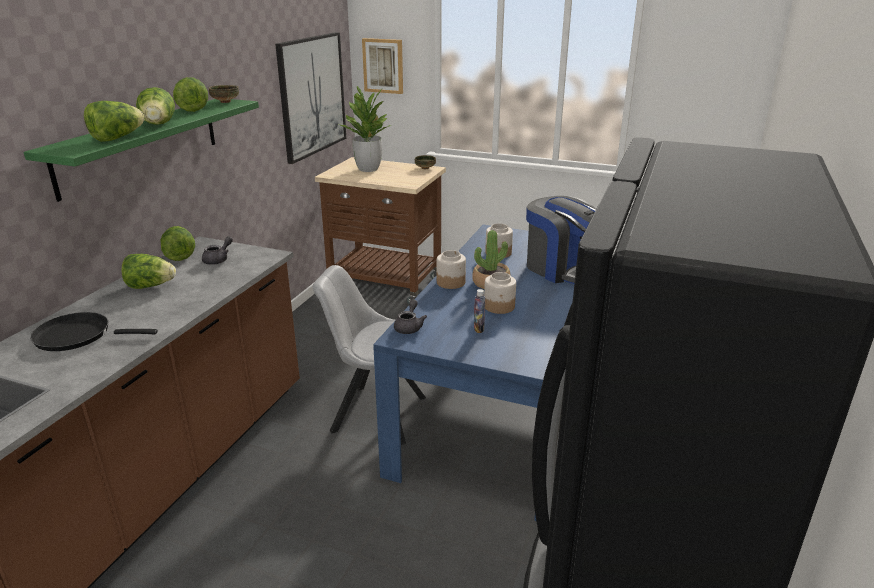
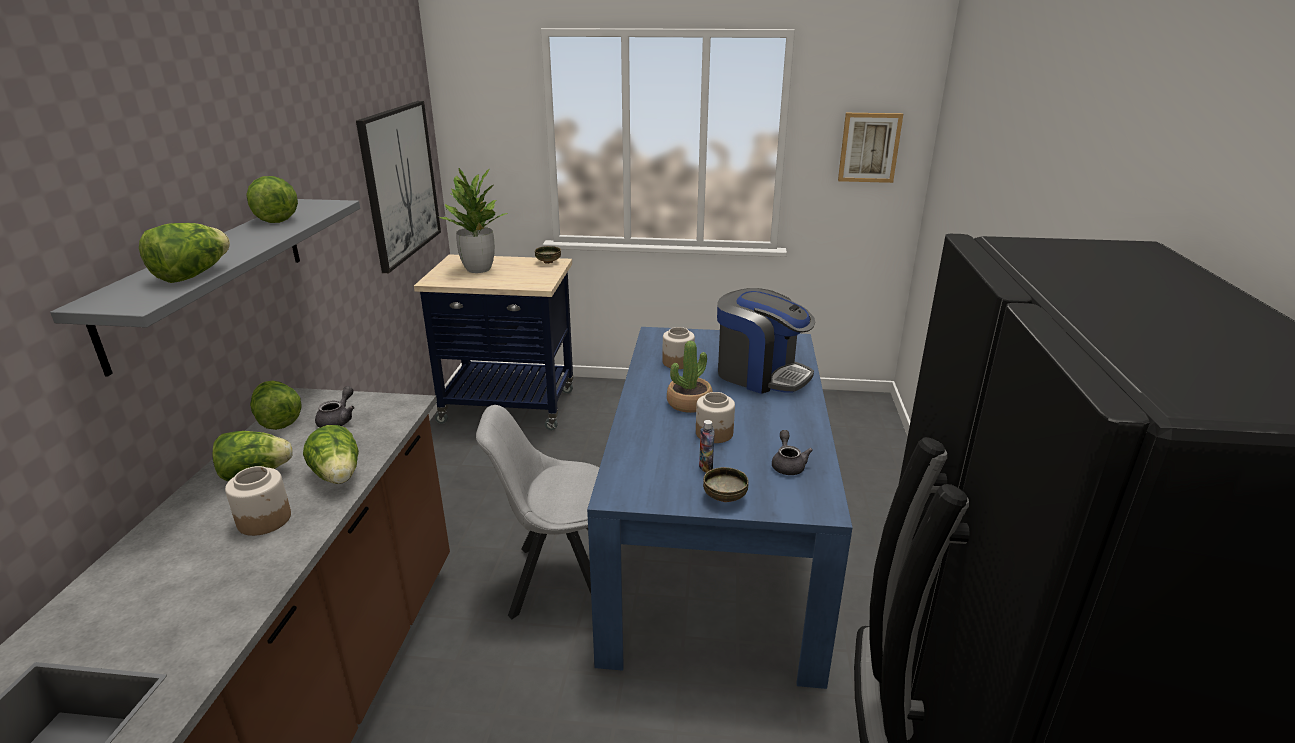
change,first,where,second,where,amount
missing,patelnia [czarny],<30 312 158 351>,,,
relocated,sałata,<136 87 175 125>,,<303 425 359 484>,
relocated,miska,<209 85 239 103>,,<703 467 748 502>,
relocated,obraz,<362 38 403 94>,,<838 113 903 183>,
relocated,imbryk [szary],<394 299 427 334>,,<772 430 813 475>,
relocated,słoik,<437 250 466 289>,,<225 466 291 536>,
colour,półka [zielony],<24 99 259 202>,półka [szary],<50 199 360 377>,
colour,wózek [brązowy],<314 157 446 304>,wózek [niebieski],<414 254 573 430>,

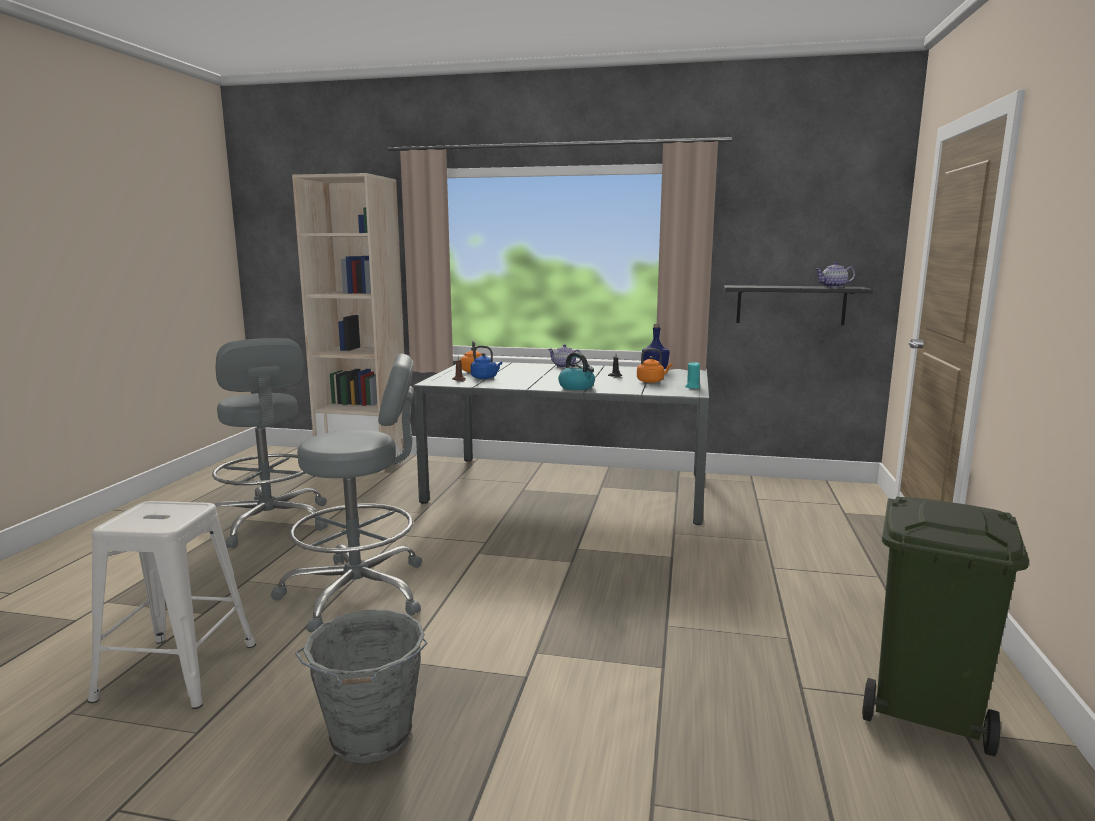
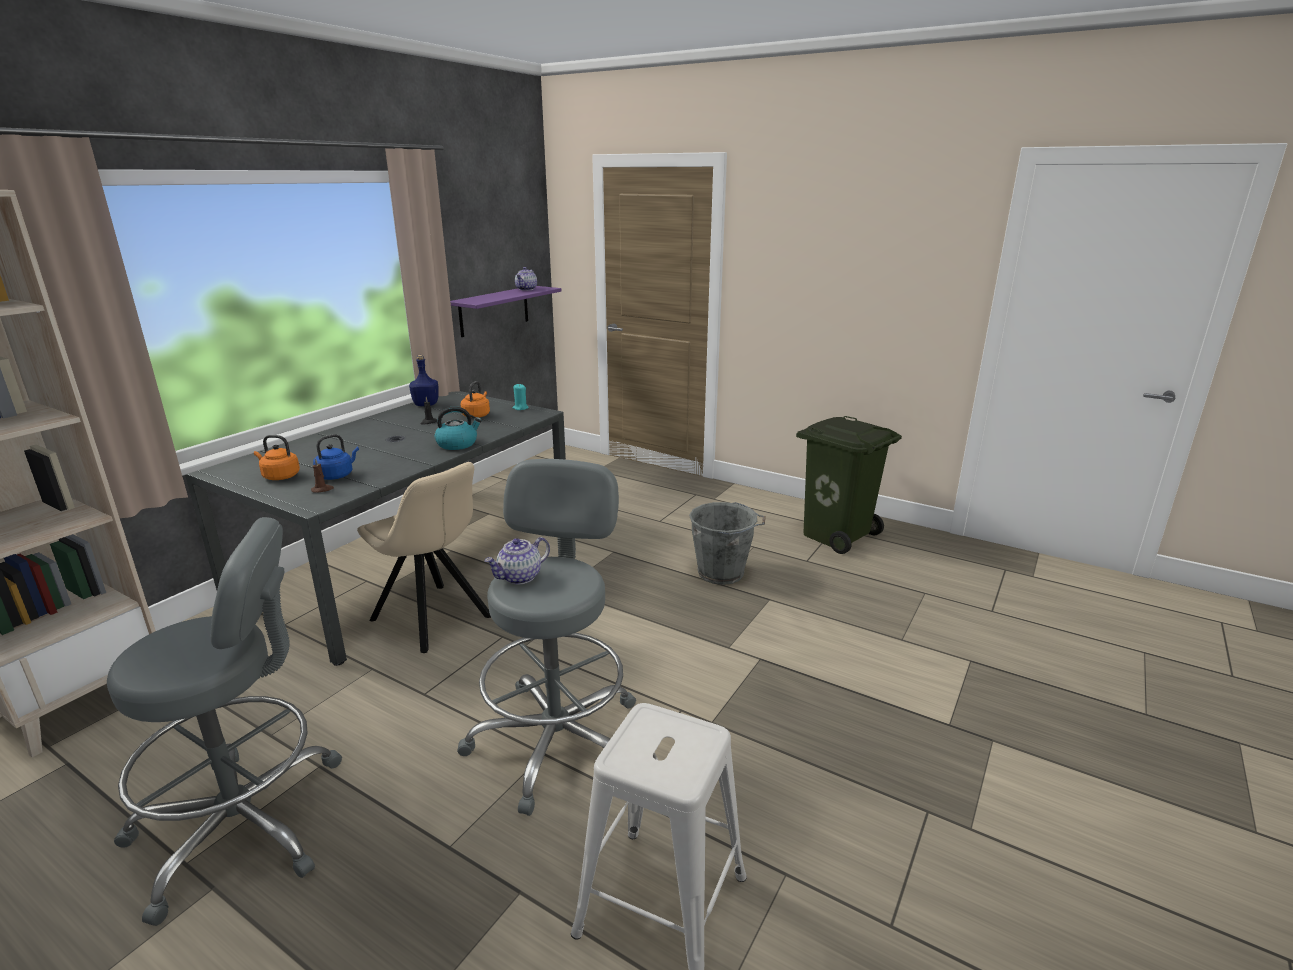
change,first,where,second,where,amount
appeared,,,krzesło [beżowy],<357 462 491 653>,
relocated,wiadro [szary],<295 609 428 763>,,<689 502 766 585>,
relocated,imbryk,<548 344 581 368>,,<484 537 550 584>,
colour,półka [czarny],<724 285 873 325>,półka [fioletowy],<450 286 561 337>,

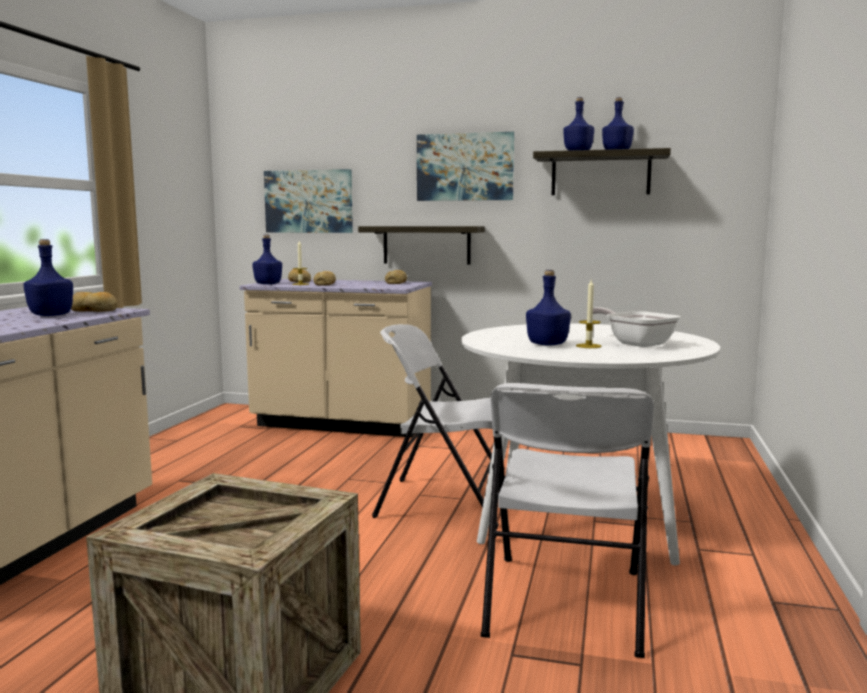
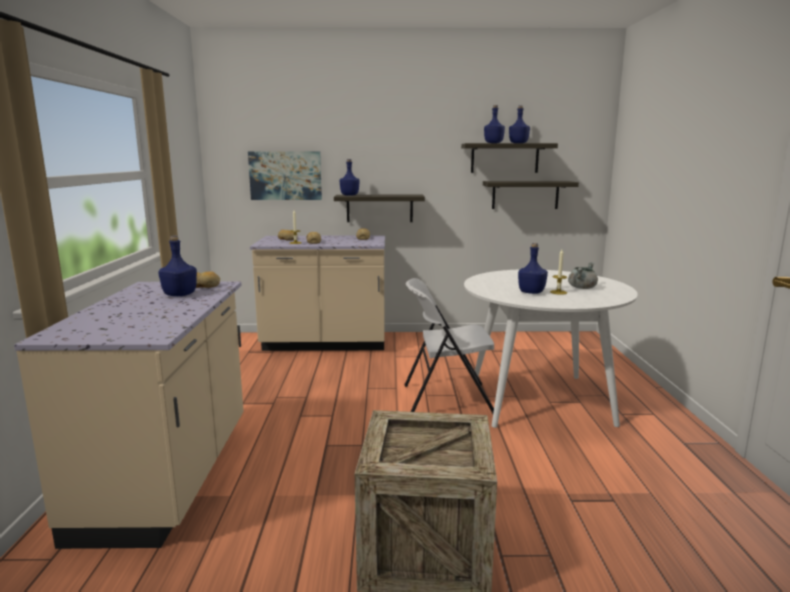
change,first,where,second,where,amount
missing,obraz,<417 132 514 201>,,,
missing,krzesło [biały],<481 383 654 658>,,,
appeared,,,półka,<483 181 579 209>,
relocated,butelka [niebieski],<252 235 282 284>,,<340 159 360 196>,
exchanged,patelnia,<593 307 680 347>,garnek [szary],<568 262 598 289>,

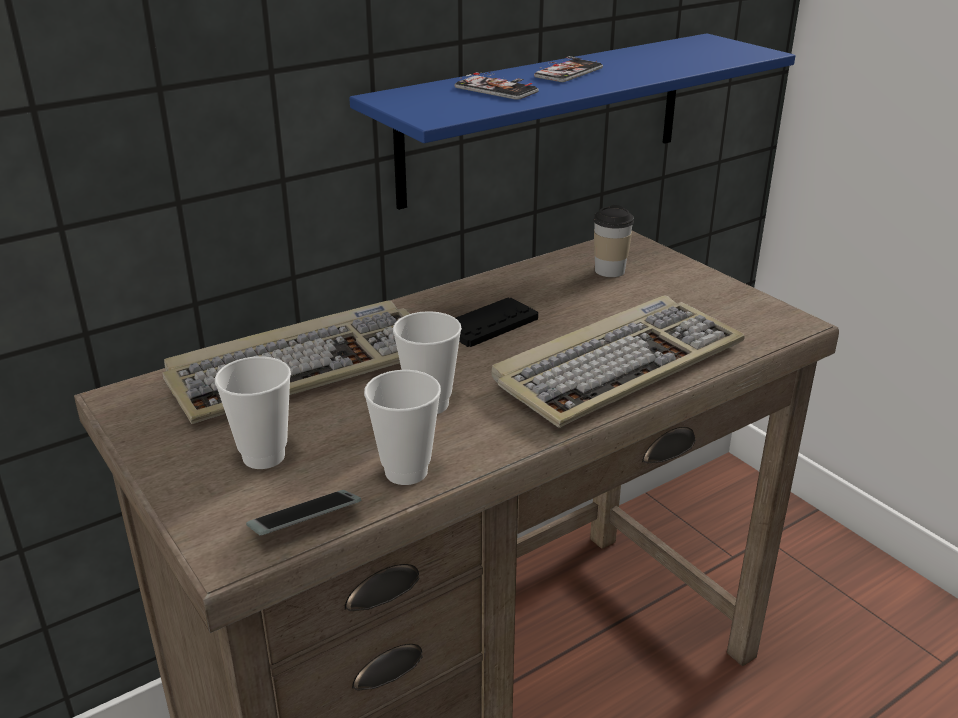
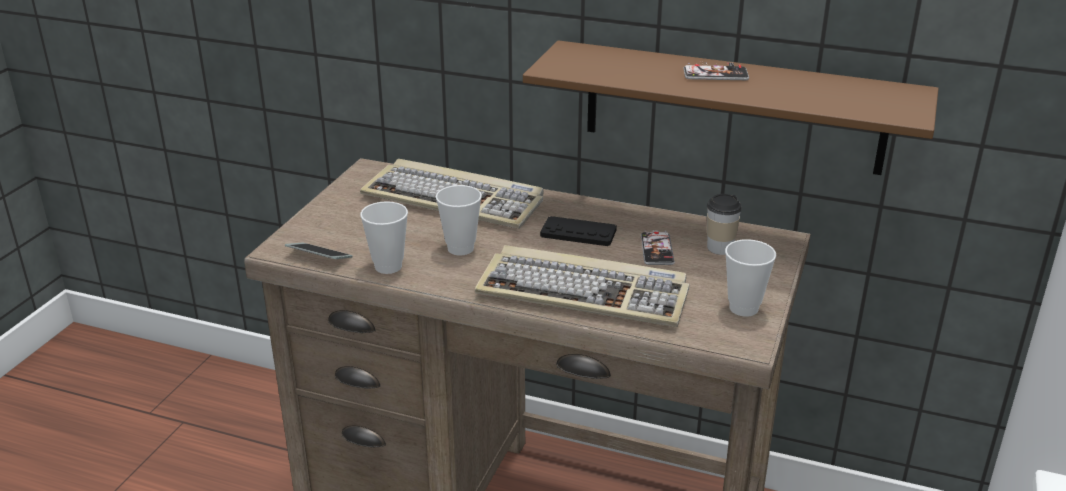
change,first,where,second,where,amount
relocated,filiżanka,<215 356 291 469>,,<725 239 776 317>,
relocated,telefon,<454 72 539 100>,,<641 230 675 265>,
colour,półka [niebieski],<349 33 795 210>,półka [brązowy],<523 40 939 175>,

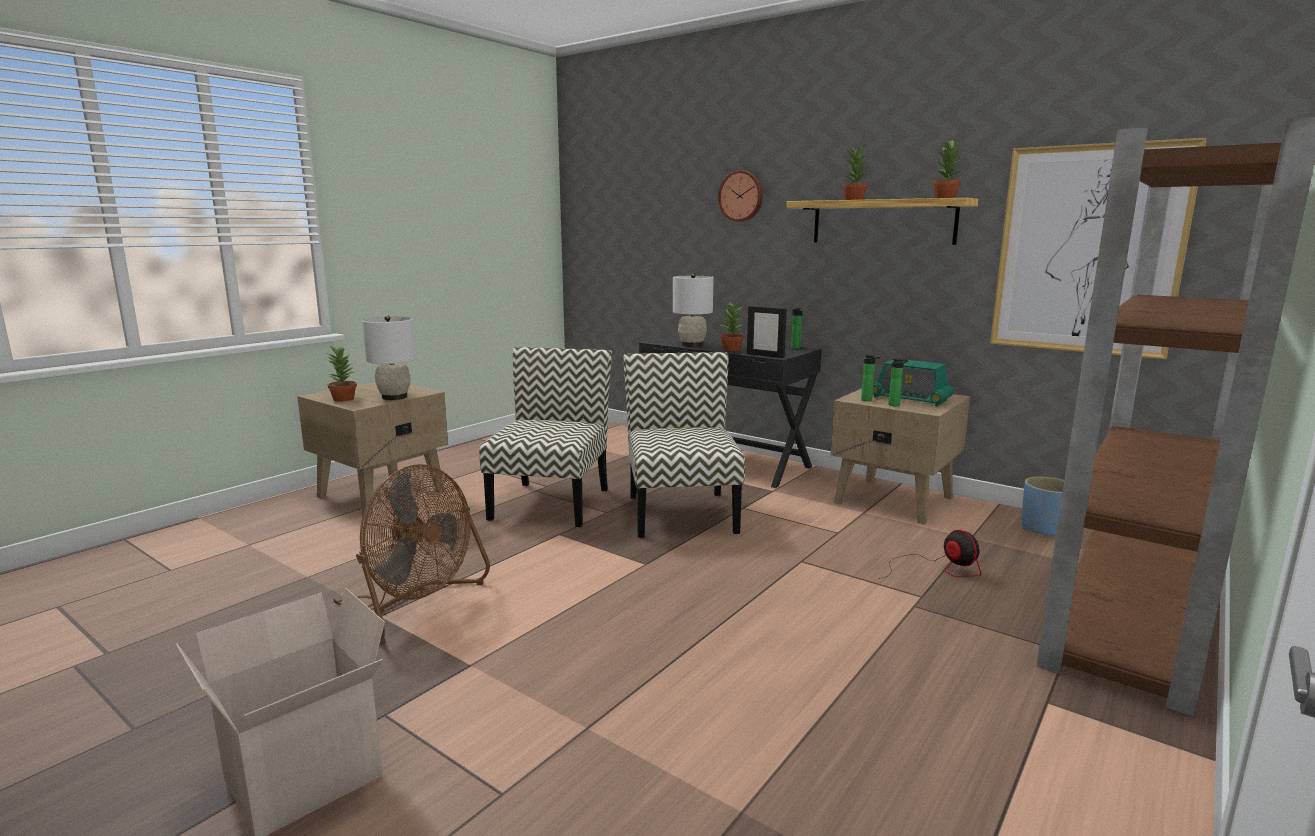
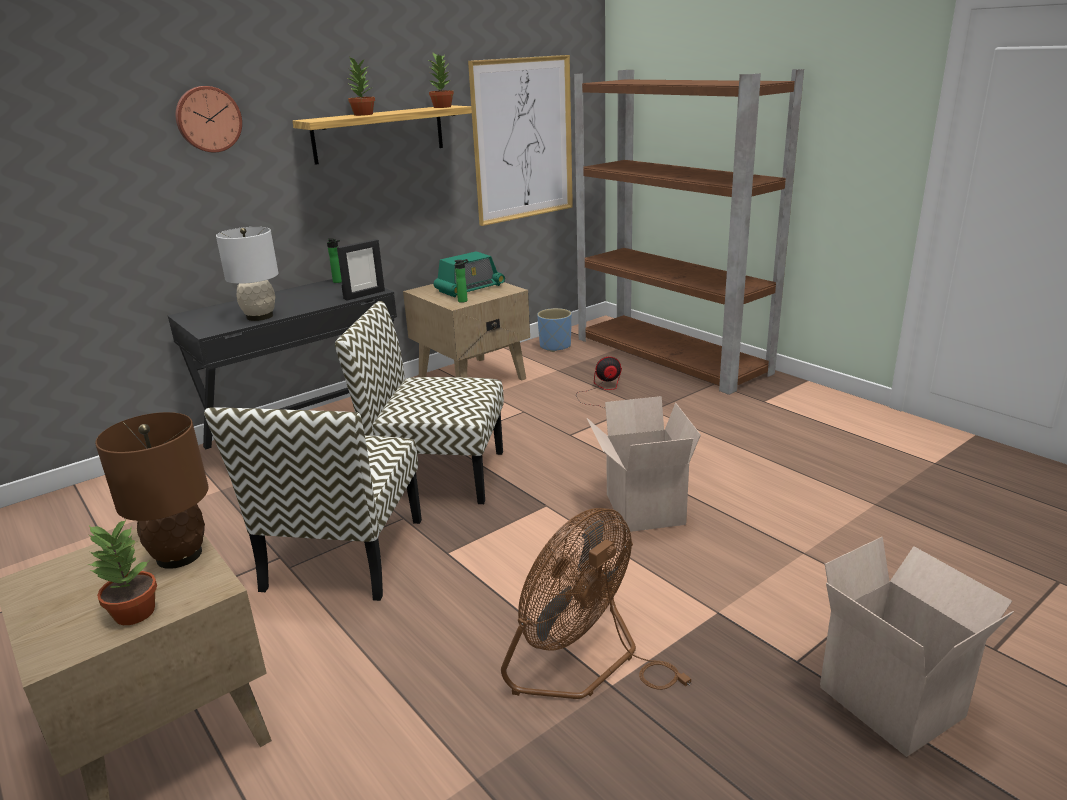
change,first,where,second,where,amount
missing,roślina doniczkowa,<720 301 744 351>,,,
missing,butelka,<888 358 909 406>,,,
appeared,,,karton,<587 396 701 532>,
colour,lampa stołowa [biały],<362 315 416 400>,lampa stołowa [brązowy],<95 412 209 569>,
spun,wentylator [brązowy],<334 464 490 645>,,<501 508 692 699>,90 degrees counterclockwise
spun,krzesło,<479 347 612 527>,,<204 407 422 601>,105 degrees counterclockwise

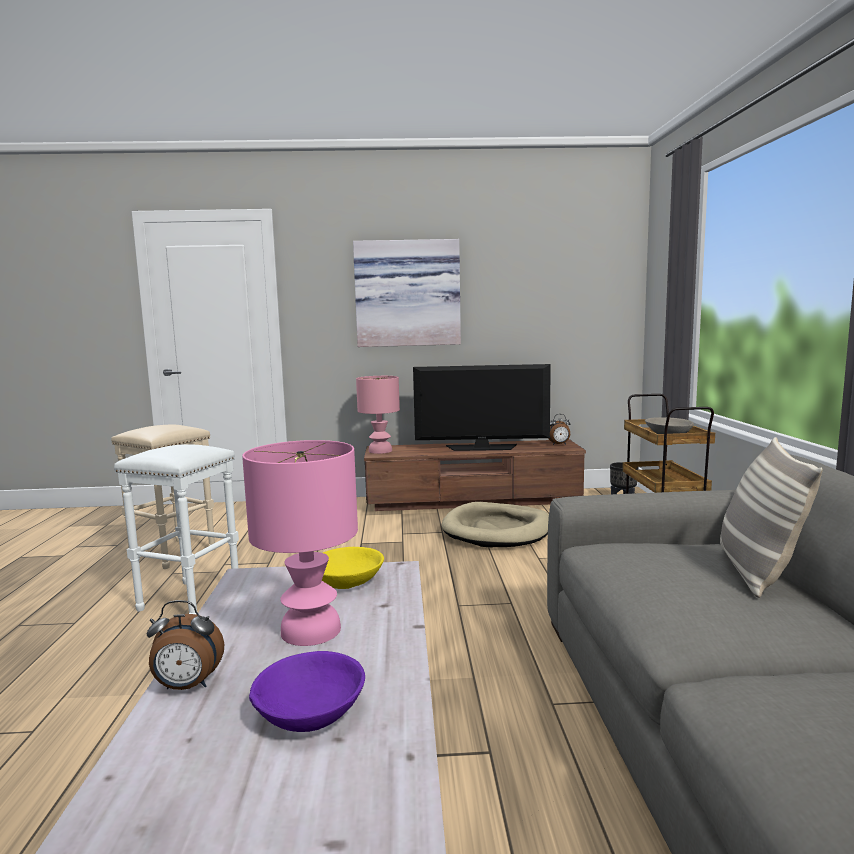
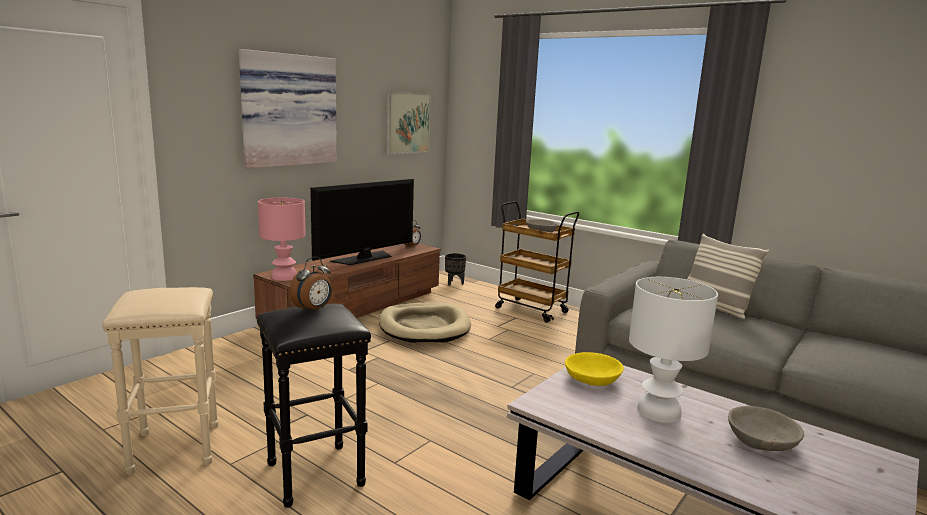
change,first,where,second,where,amount
appeared,,,obraz,<386 92 431 154>,
relocated,budzik,<147 600 224 690>,,<289 257 332 313>,
colour,stołek [biały],<114 444 239 614>,stołek [czarny],<257 304 371 508>,
colour,lampa stołowa [różowy],<242 440 358 646>,lampa stołowa [biały],<629 277 718 423>,
colour,miska [fioletowy],<249 651 365 732>,miska [szary],<728 406 804 451>,

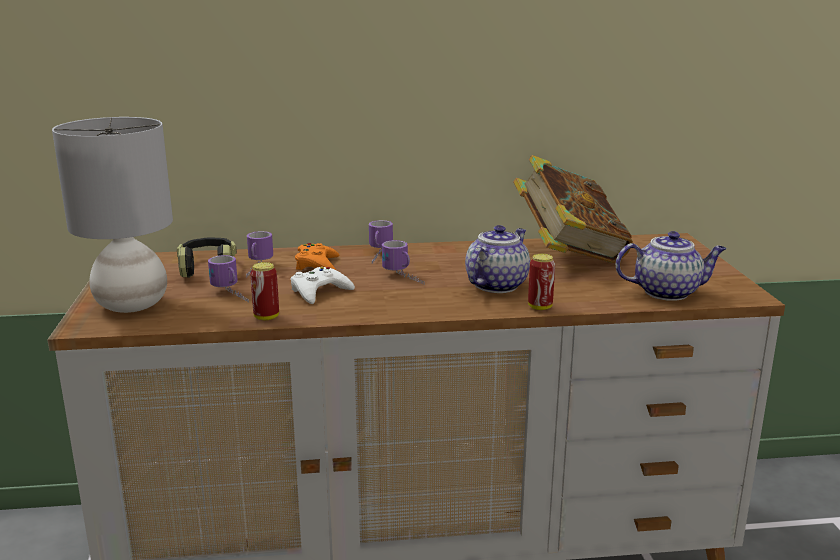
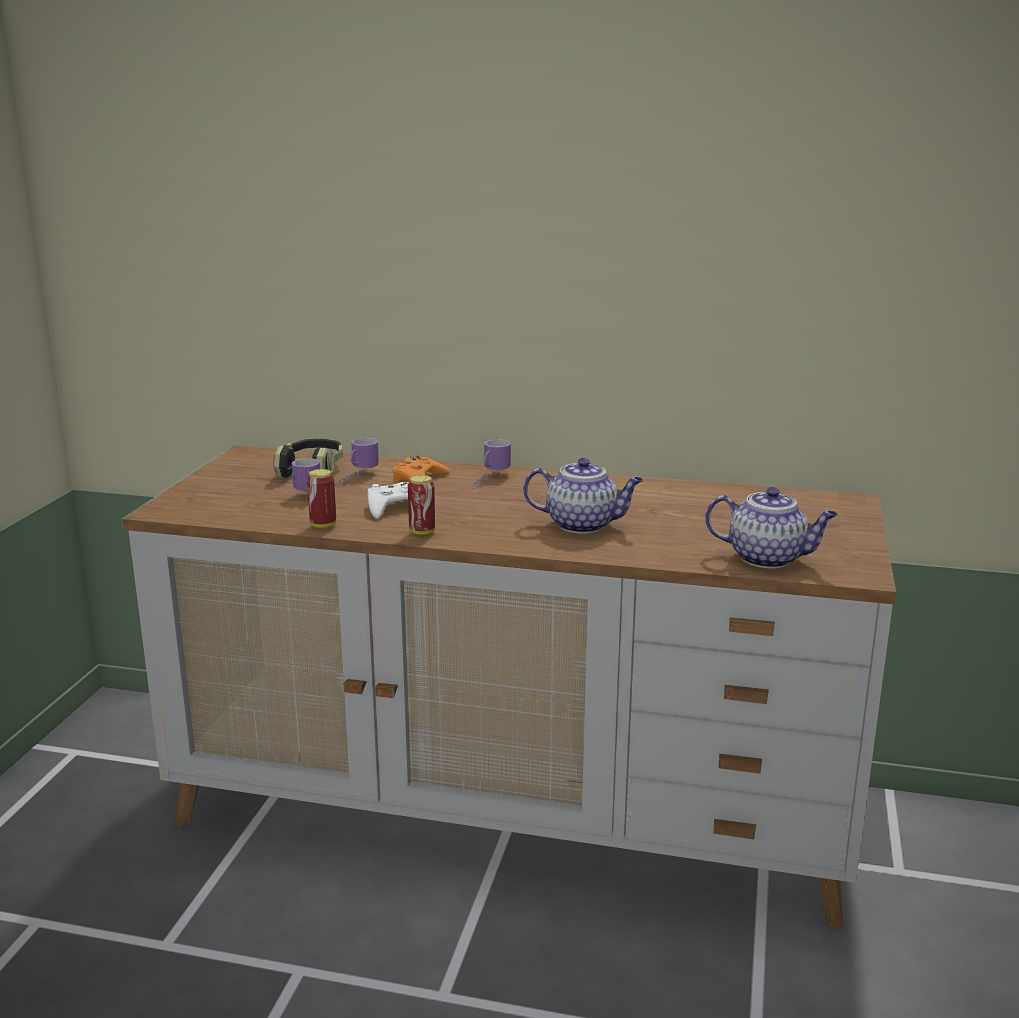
change,first,where,second,where,amount
missing,lampa stołowa [szary],<52 117 173 313>,,,
missing,kubek,<382 240 425 285>,,,
missing,książka,<513 155 633 263>,,,
relocated,puszka,<528 254 555 310>,,<408 475 435 535>,
spun,imbryk,<465 225 530 293>,,<523 458 643 534>,45 degrees clockwise

